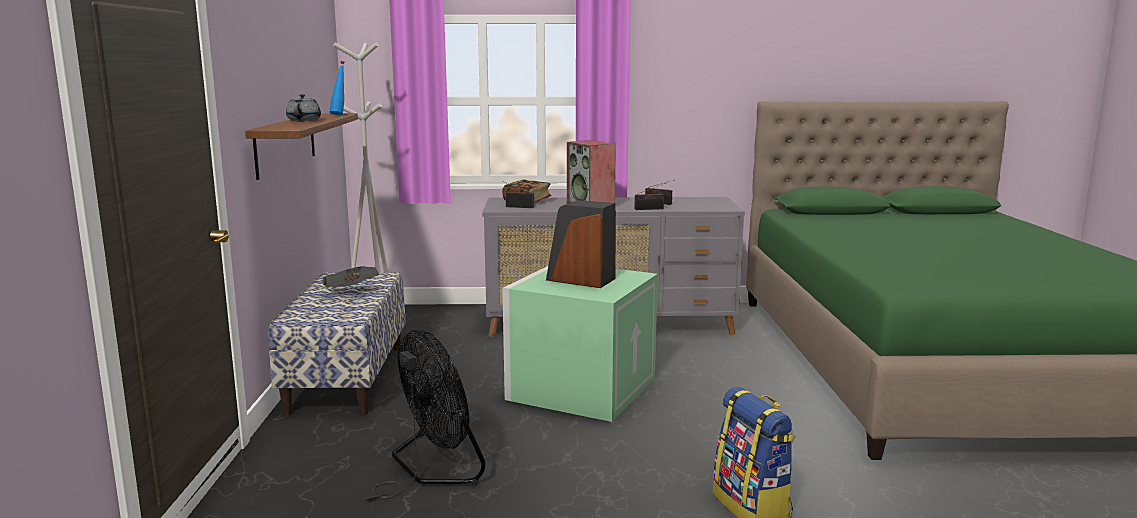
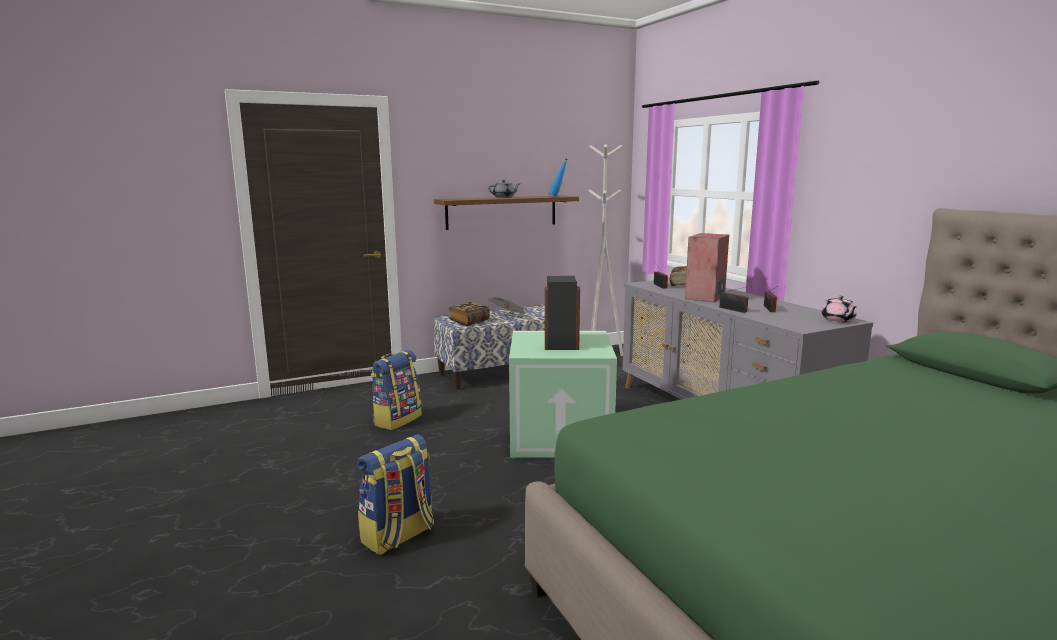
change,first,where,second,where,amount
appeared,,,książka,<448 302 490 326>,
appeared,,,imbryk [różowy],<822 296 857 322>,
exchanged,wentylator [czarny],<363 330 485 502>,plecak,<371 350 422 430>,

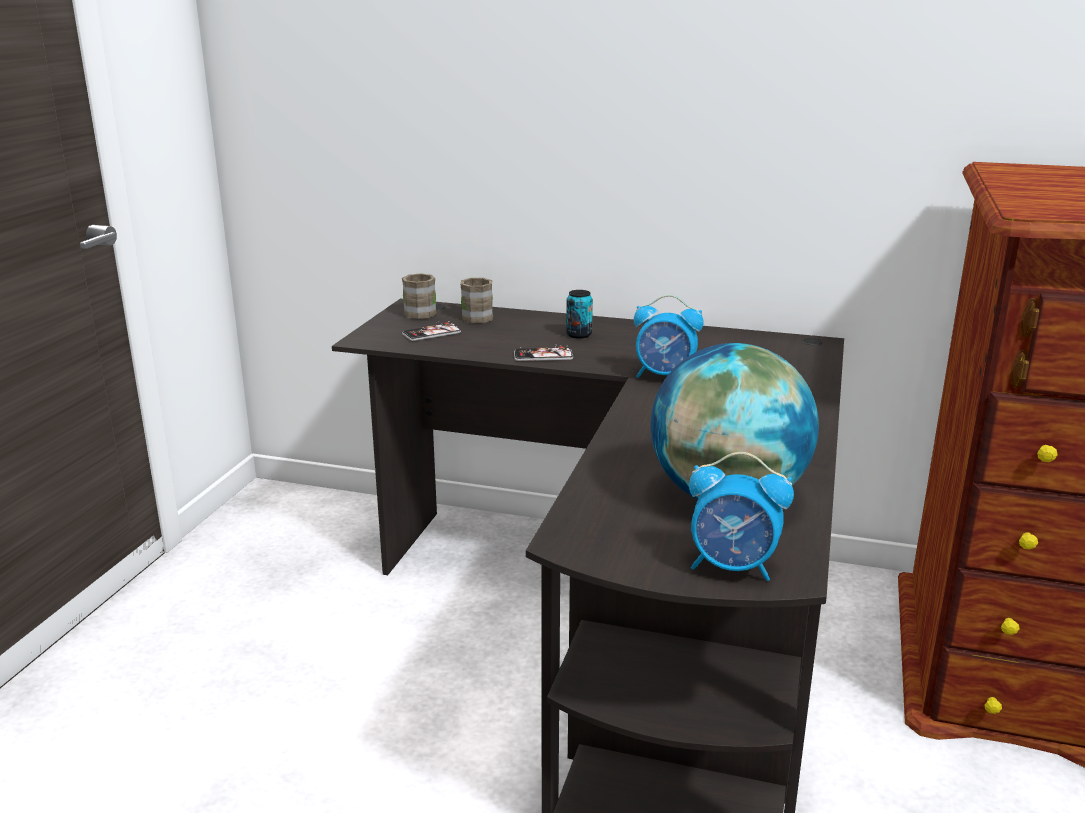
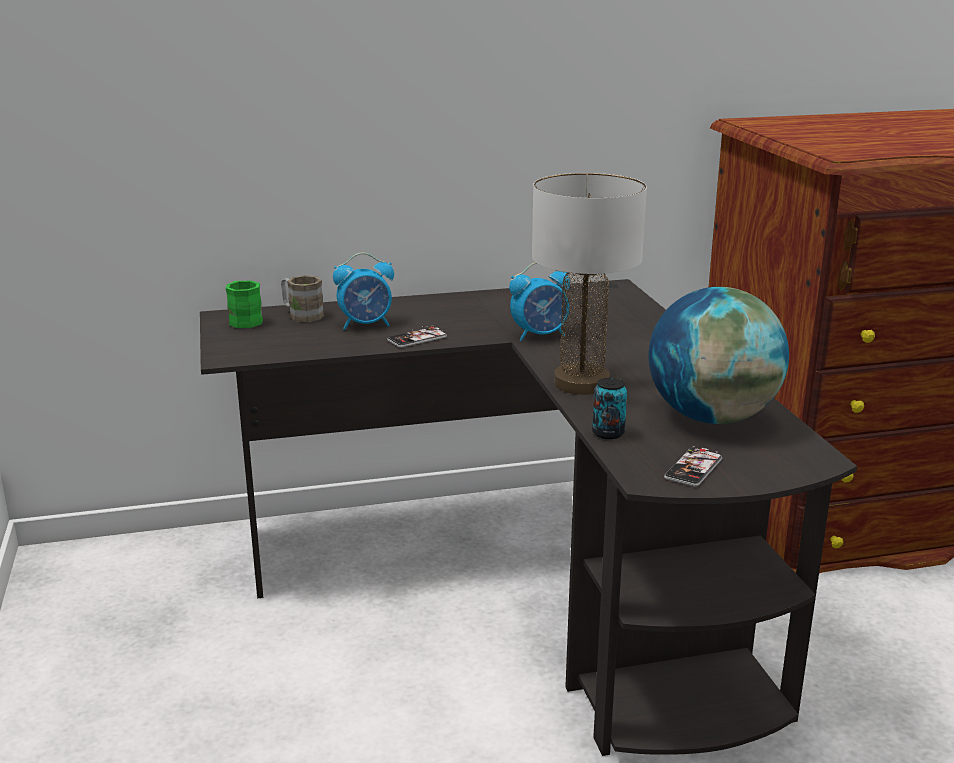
change,first,where,second,where,amount
appeared,,,lampa stołowa,<532 173 647 395>,
relocated,telefon,<402 321 461 341>,,<664 446 722 487>,
relocated,puszka,<566 290 593 339>,,<592 378 627 439>,
relocated,budzik,<689 452 794 581>,,<333 253 394 330>,
colour,kubek [brązowy],<402 273 437 319>,kubek [zielony],<226 281 263 328>,

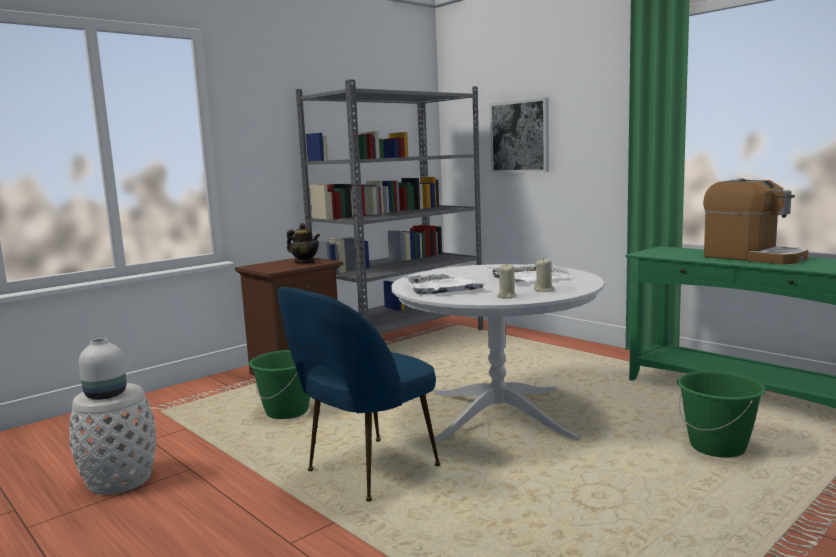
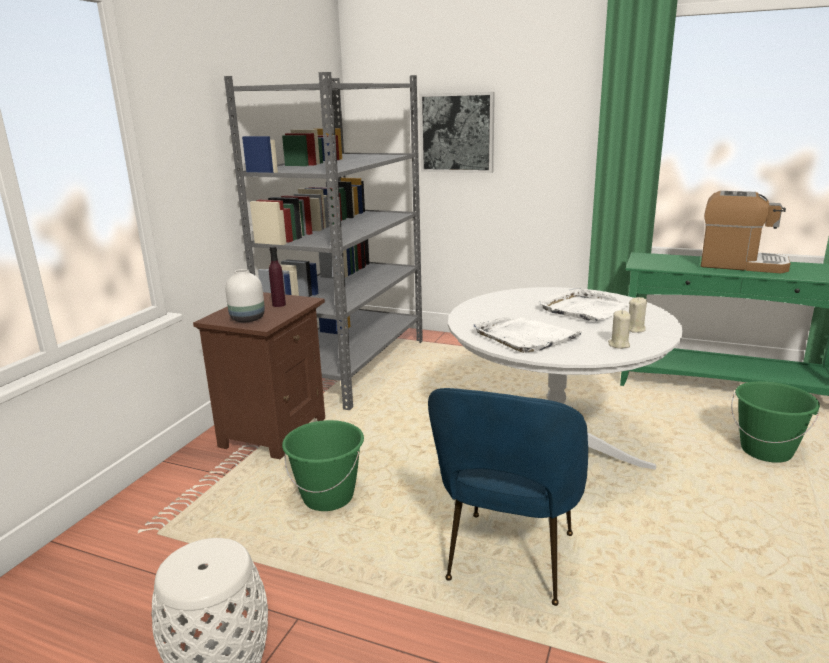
change,first,where,second,where,amount
relocated,wazon [biały],<79 338 127 400>,,<225 269 265 322>,
exchanged,imbryk,<287 223 320 263>,butelka [fioletowy],<269 246 286 307>,

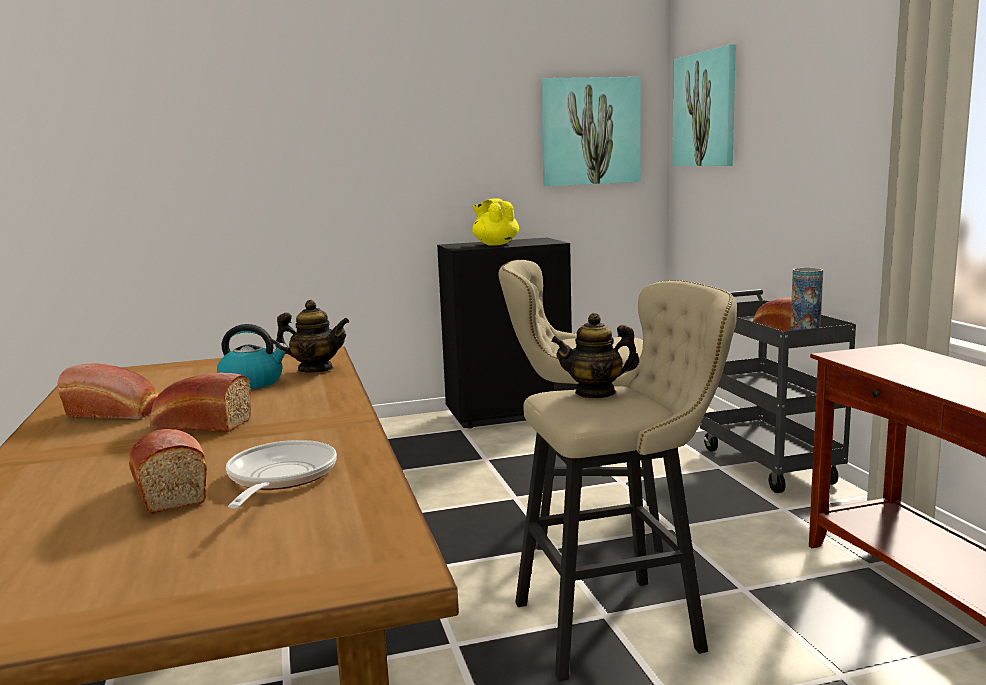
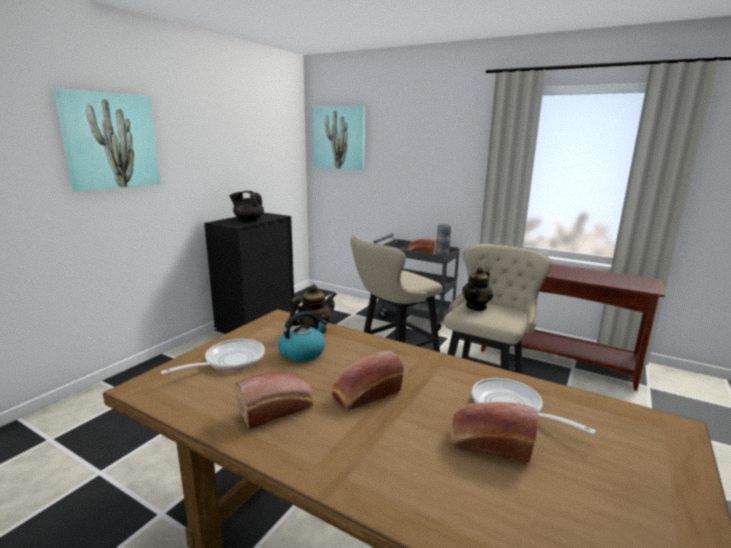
change,first,where,second,where,amount
appeared,,,patelnia,<161 339 265 374>,
relocated,obraz,<541 77 641 186>,,<53 88 161 192>,
colour,imbryk [żółty],<472 198 519 246>,imbryk [czarny],<229 191 264 221>,

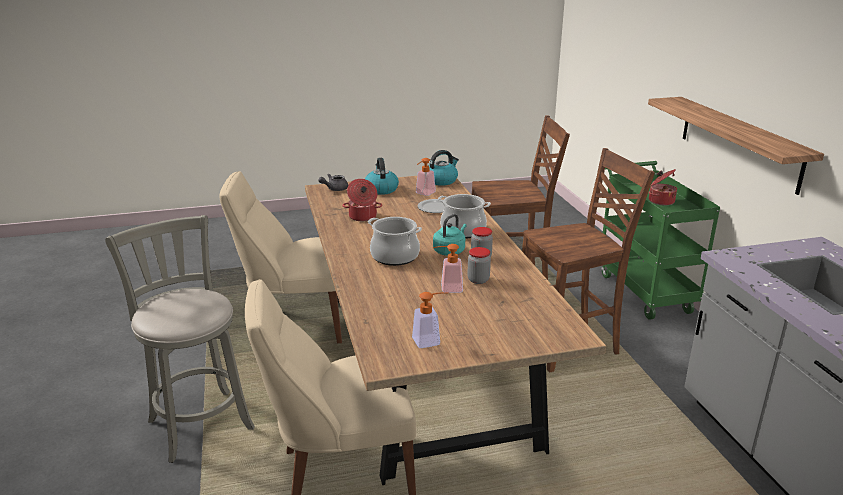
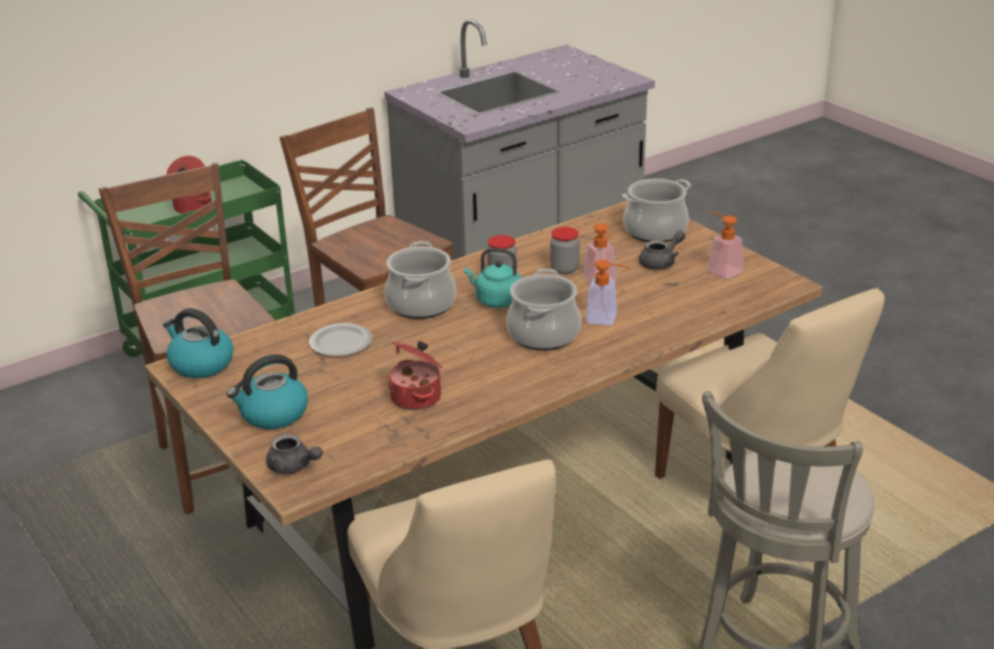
change,first,where,second,where,amount
missing,półka,<648 97 824 195>,,,
appeared,,,garnek,<623 179 691 242>,
appeared,,,imbryk [szary],<639 230 685 270>,
relocated,dozownik mydła,<416 158 436 196>,,<586 260 630 326>,

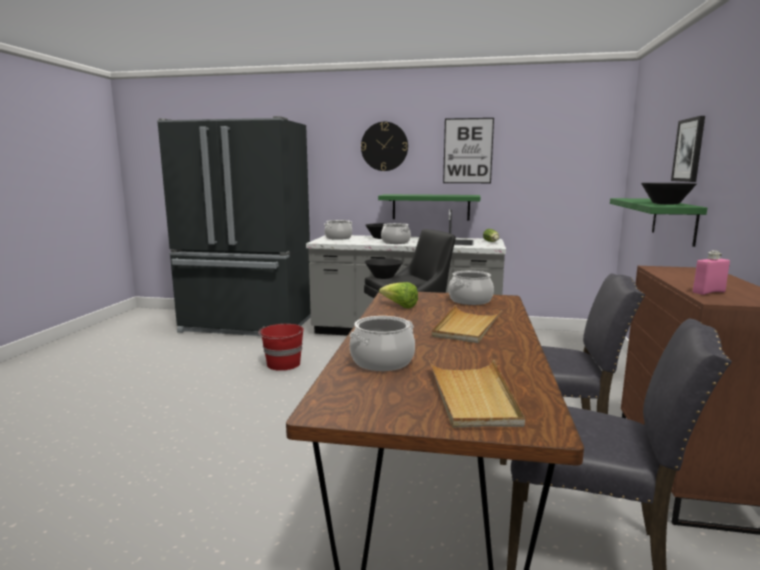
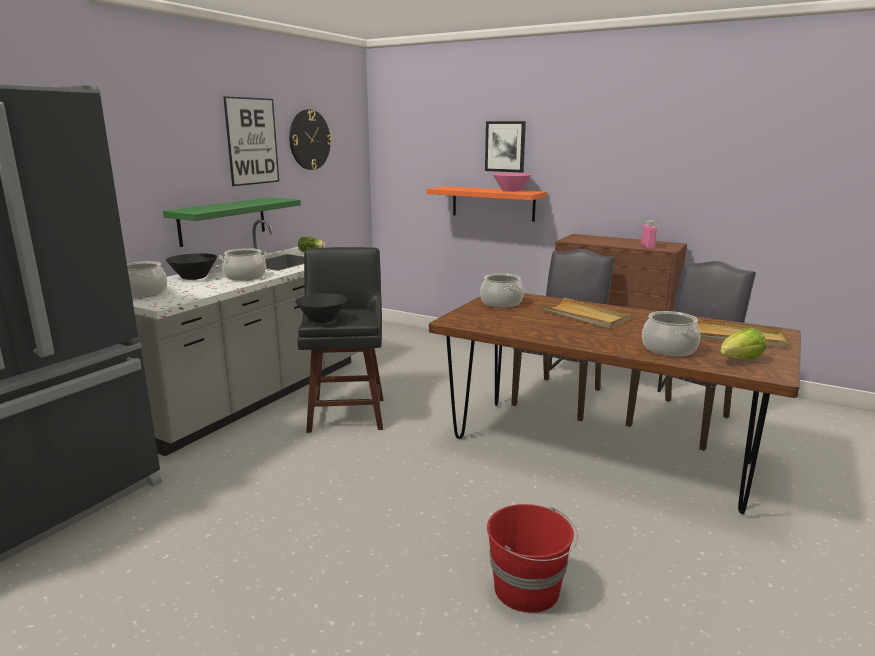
change,first,where,second,where,amount
relocated,wiadro [czerwony],<259 324 304 371>,,<487 504 578 613>,
relocated,zegar ścienny,<361 122 408 171>,,<289 109 332 170>,
relocated,sałata,<379 282 418 308>,,<720 328 766 360>,
colour,półka [zielony],<610 198 707 247>,półka [pomarańczowy],<426 186 547 222>,
colour,miska [czarny],<641 183 697 204>,miska [różowy],<493 173 532 192>,

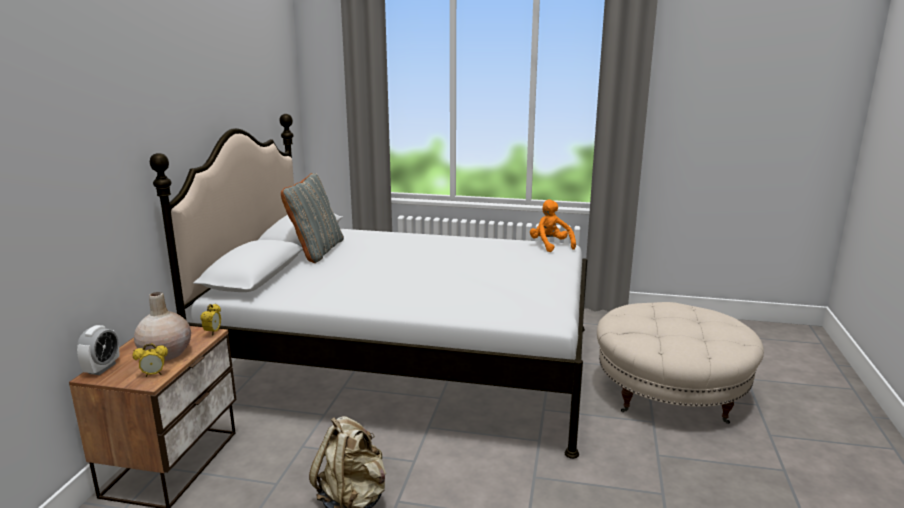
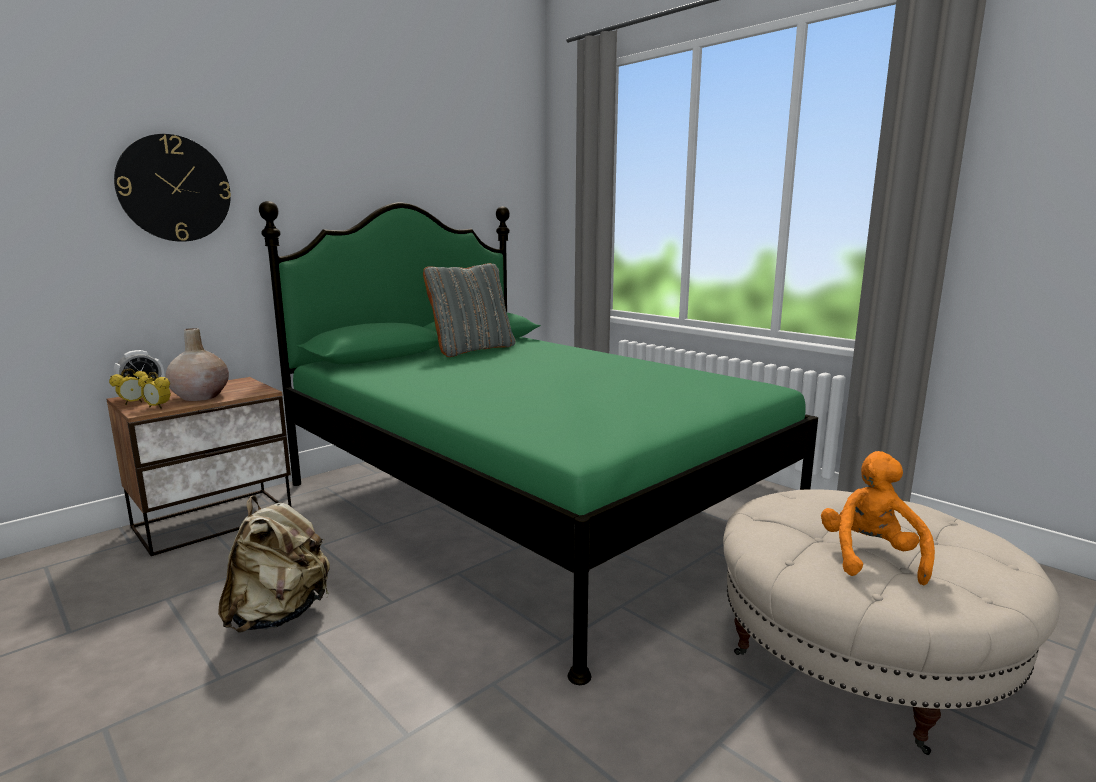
change,first,where,second,where,amount
appeared,,,zegar ścienny,<114 134 231 242>,
relocated,budzik,<201 304 221 336>,,<109 368 148 405>,
relocated,pluszak [pomarańczowy],<530 199 576 252>,,<821 451 935 585>,
colour,łóżko [biały],<150 114 587 459>,łóżko [zielony],<259 201 818 685>,

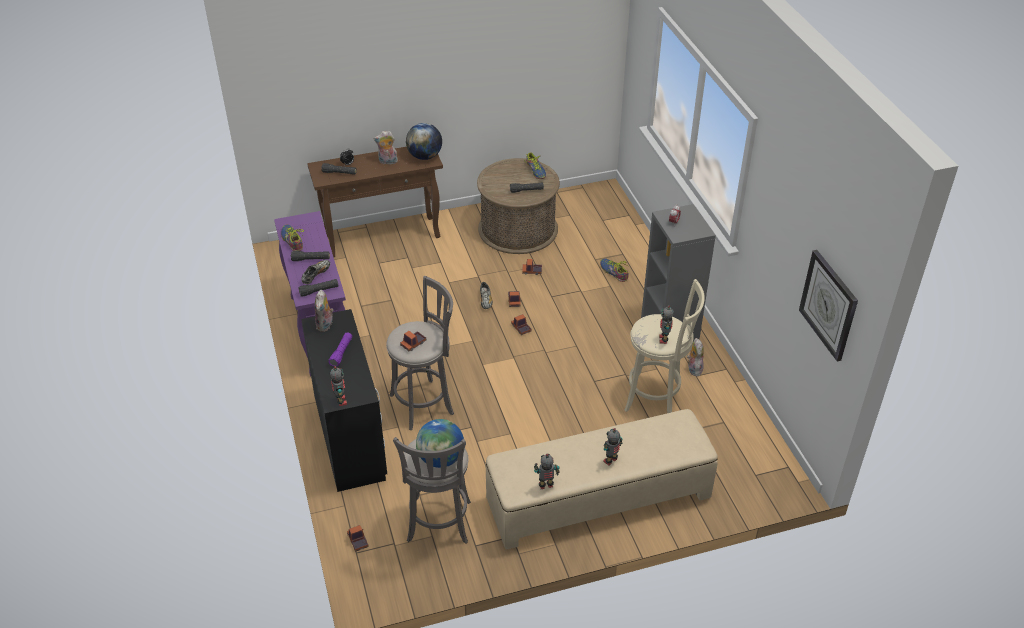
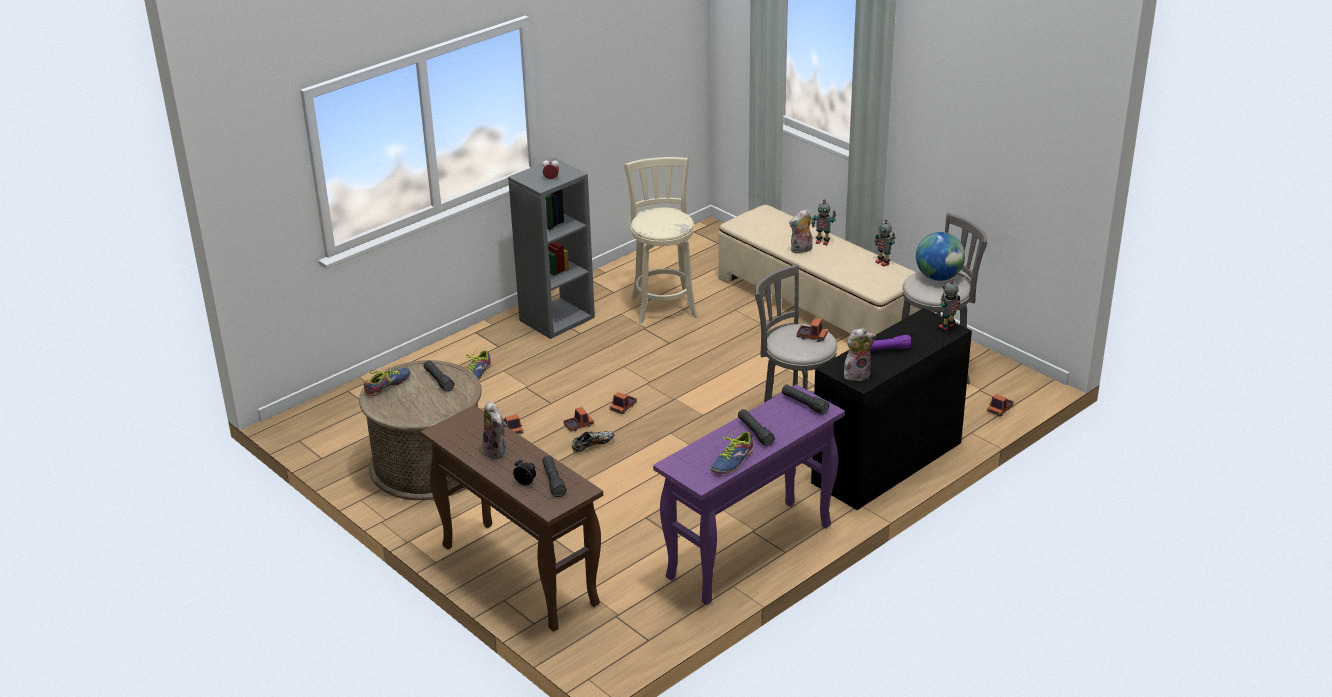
change,first,where,second,where,amount
missing,but,<301 260 330 284>,,,
missing,globus,<406 123 442 160>,,,
missing,robot zabawkowy,<659 305 674 344>,,,
missing,zegar ścienny,<799 250 858 362>,,,
relocated,pluszak,<687 338 704 376>,,<789 209 813 254>,

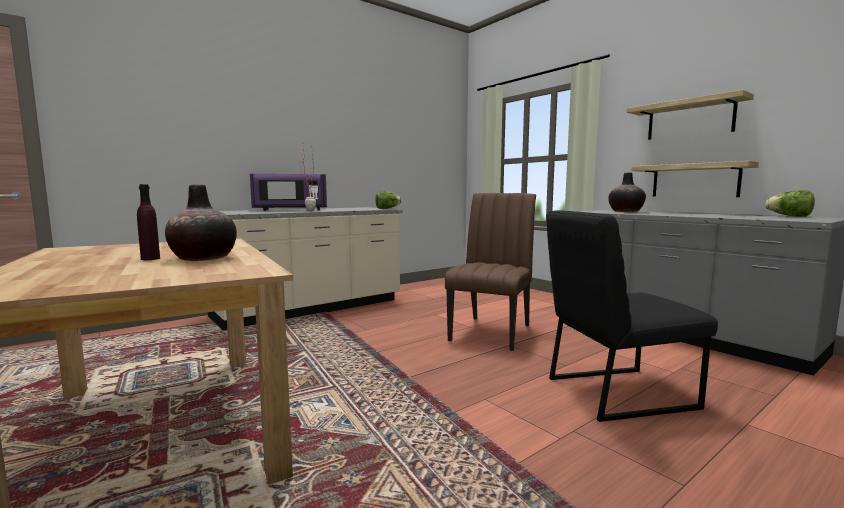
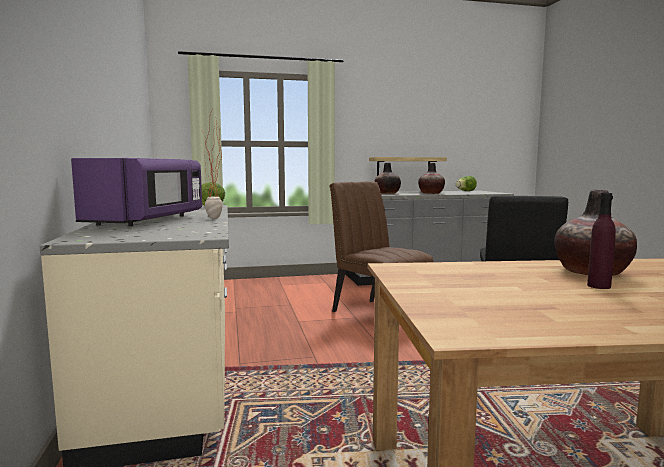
change,first,where,second,where,amount
missing,półka,<626 90 754 140>,,,
appeared,,,wazon,<418 163 445 194>,

